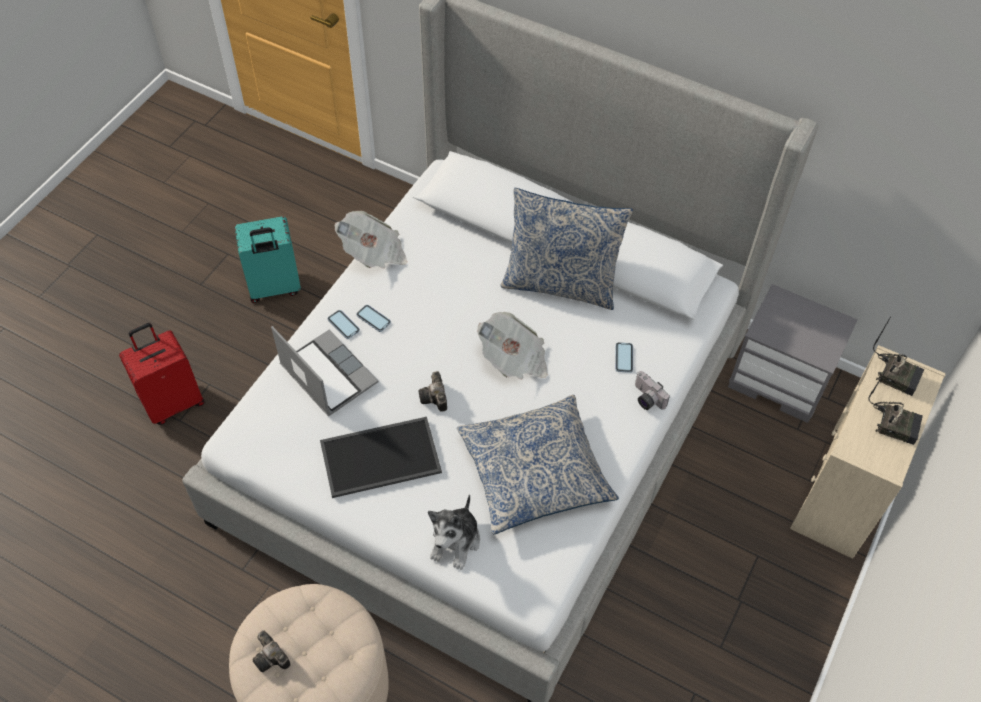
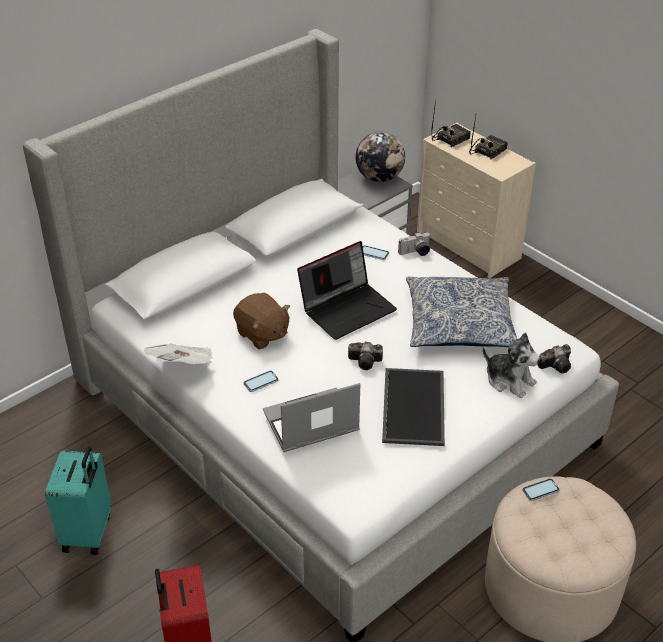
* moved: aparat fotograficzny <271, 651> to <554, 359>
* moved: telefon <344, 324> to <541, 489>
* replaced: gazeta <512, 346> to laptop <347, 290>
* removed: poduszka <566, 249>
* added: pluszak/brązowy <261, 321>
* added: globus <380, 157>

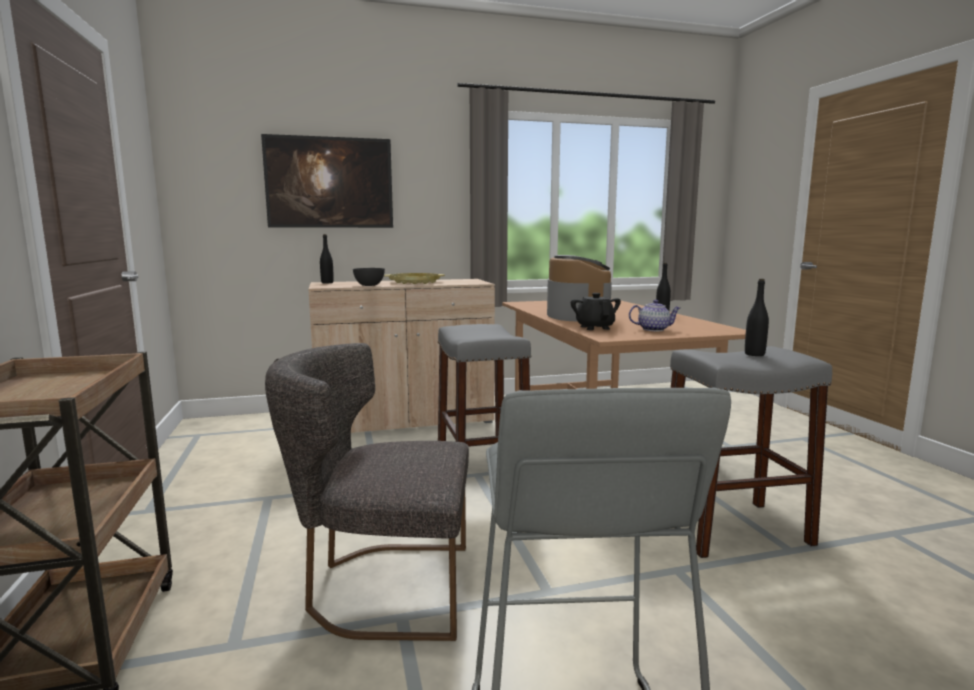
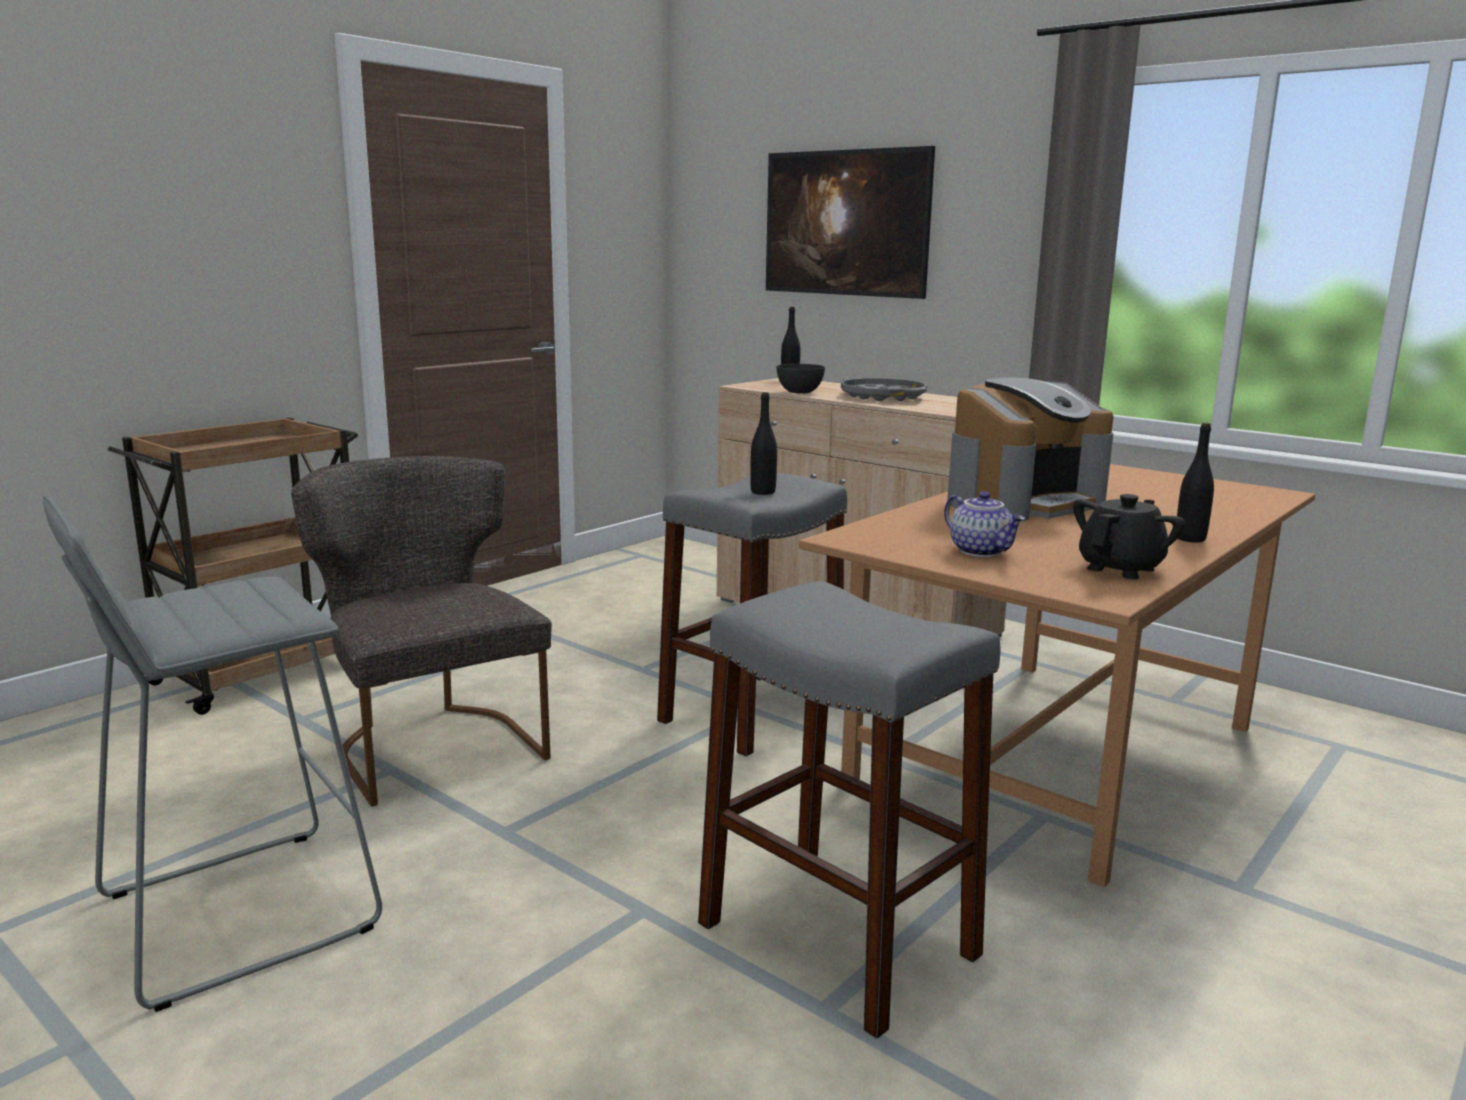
* recoloured: taca/żółty <414, 278> to taca/szary <884, 389>
* moved: imbryk/czarny <596, 311> to <1129, 536>
* moved: butelka/czarny <757, 317> to <763, 443>

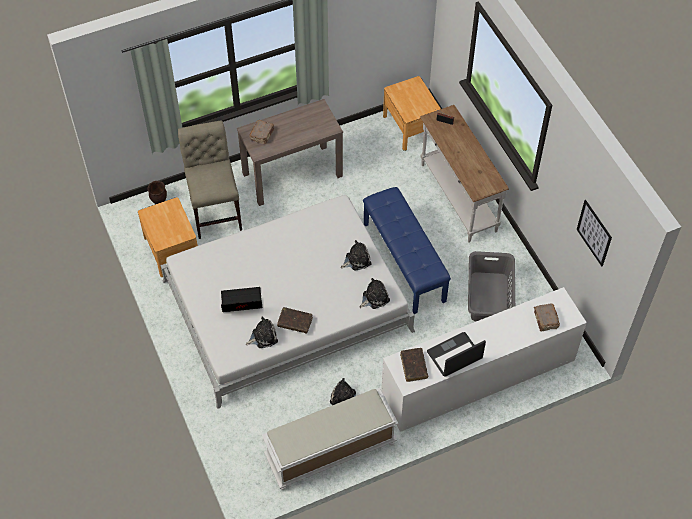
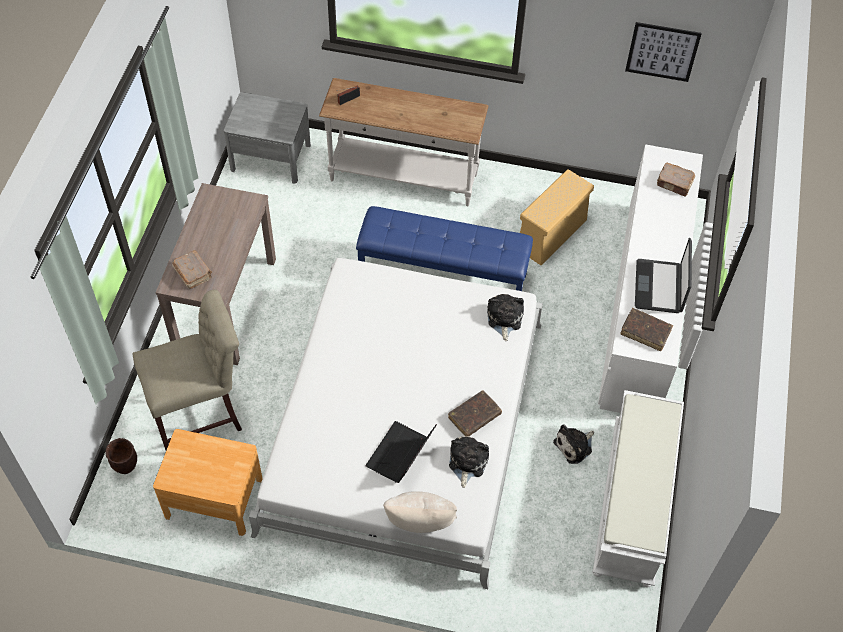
* turned: krzesło/beżowy <210, 180> = <187, 369> 135 degrees clockwise
* removed: pluszak <356, 255>
* recoloured: szafka nocna/brązowy <412, 113> to szafka nocna/szary <267, 137>
* replaced: kosz na pranie/szary <491, 286> to pojemnik do przechowywania/beżowy <557, 217>
* added: poduszka/beżowy <420, 512>

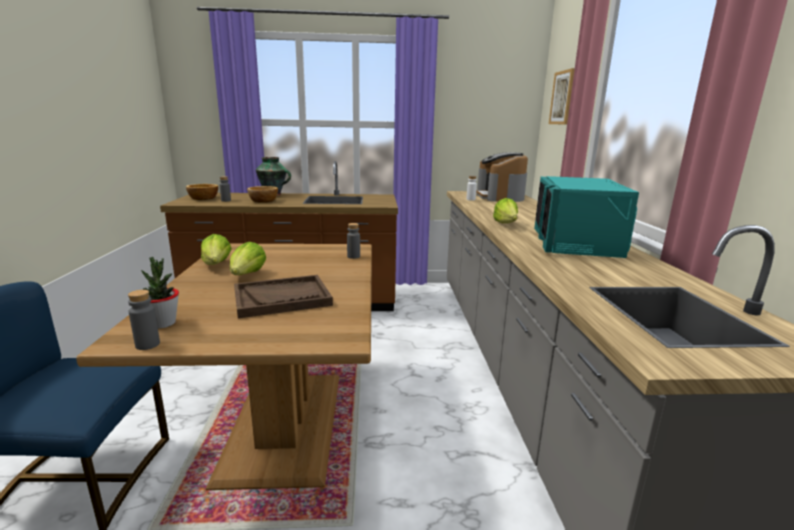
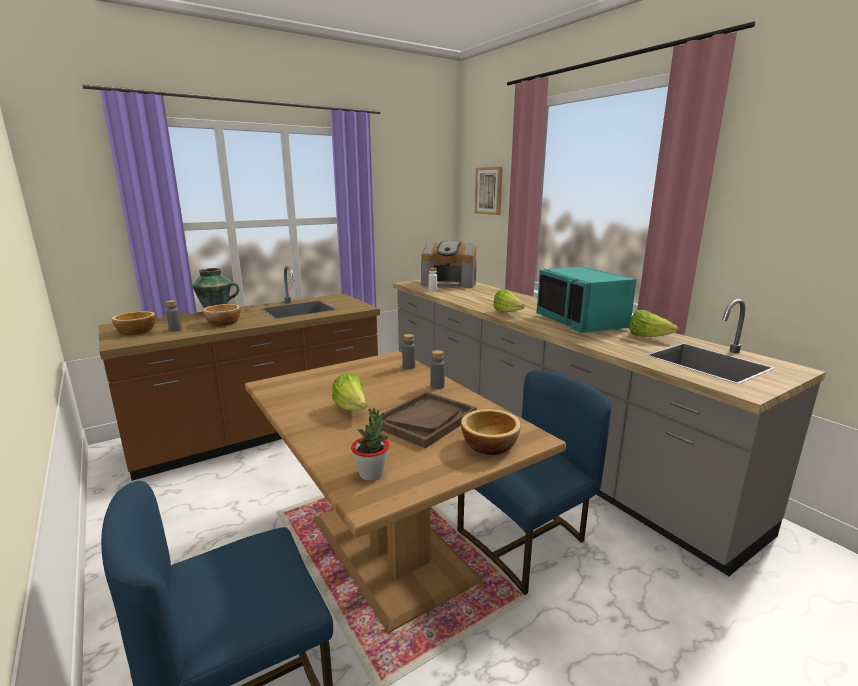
* moved: butelka/szary <144, 320> to <438, 369>
* moved: sałata <216, 249> to <654, 323>
* turned: ekspres do kawy <502, 177> = <449, 264> 45 degrees counterclockwise
* added: krzesło/niebieski <534, 482>
* added: miska <491, 432>

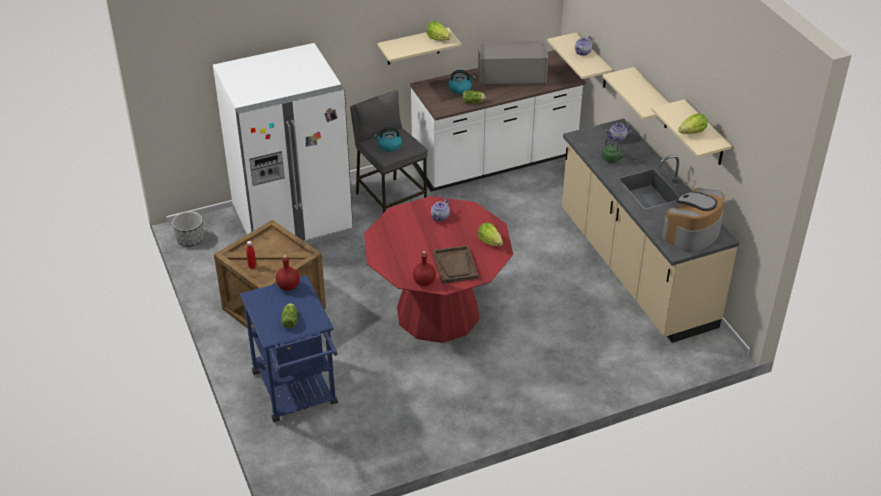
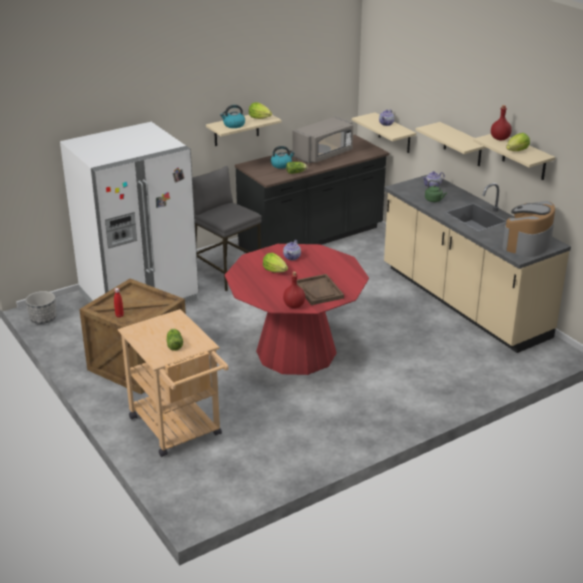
* recoloured: wózek/niebieski <289, 348> to wózek/beżowy <173, 383>
* moved: butelka/czerwony <288, 273> to <501, 123>
* moved: czajnik <388, 139> to <232, 116>
* recoloured: zabudowa kuchenna/biały <498, 121> to zabudowa kuchenna/czarny <312, 193>
* turned: mikrofalówka/szary <513, 63> = <322, 139> 150 degrees clockwise
* moved: sałata <490, 234> to <275, 263>

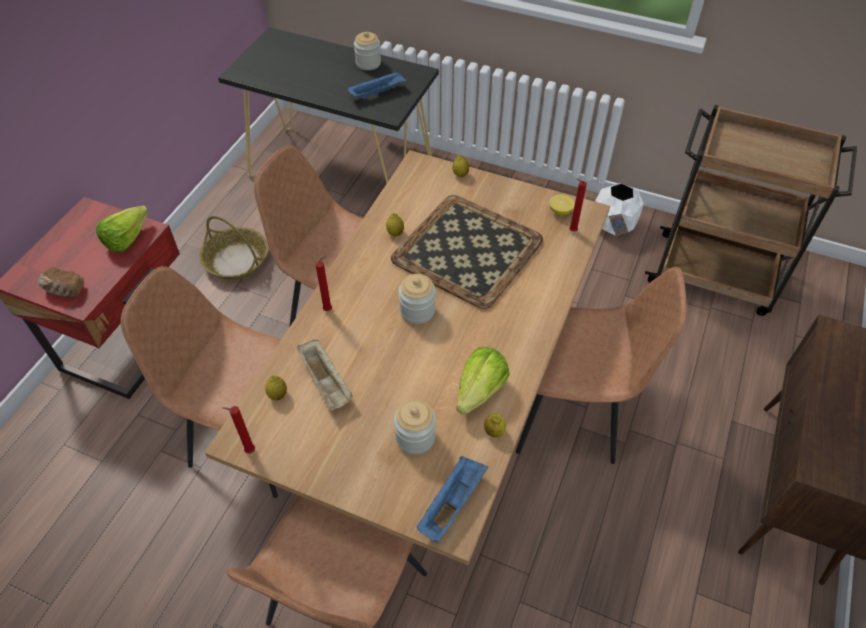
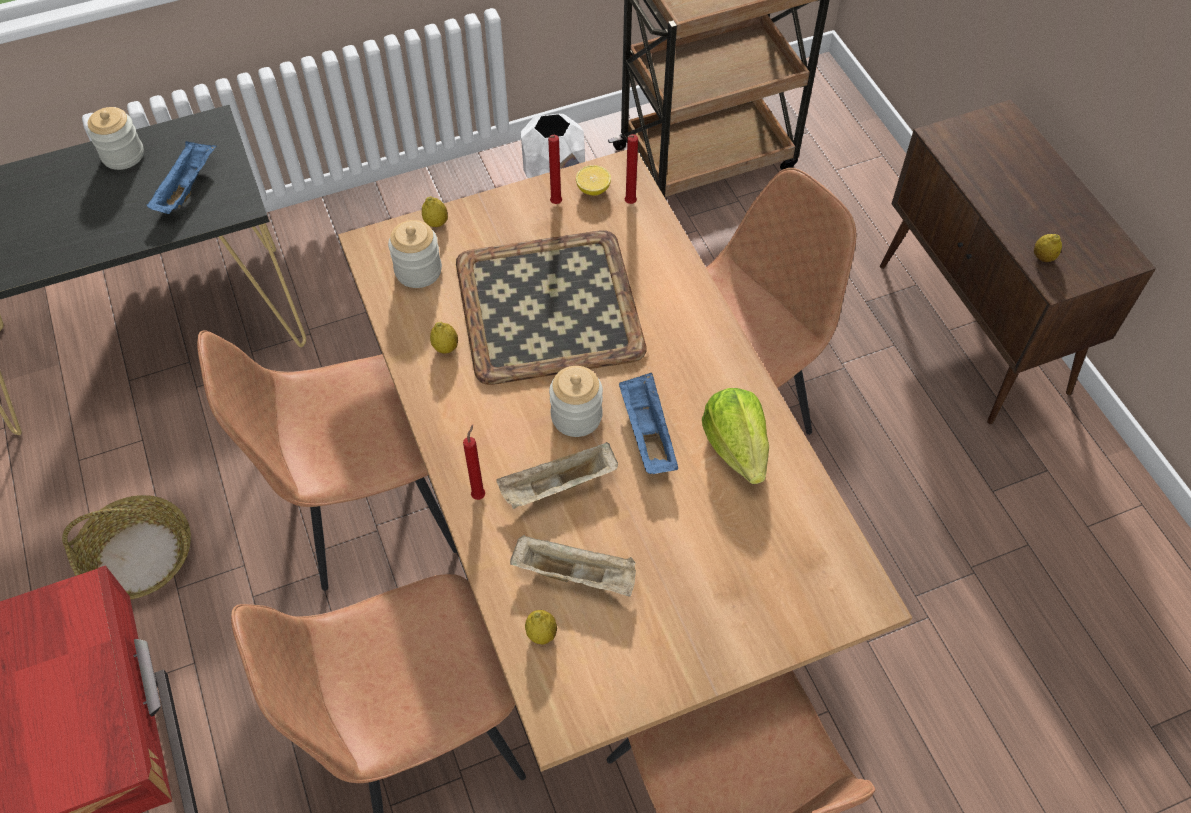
* removed: chleb <61, 282>
* removed: sałata <122, 229>
* moved: świeca/czerwony <238, 430> to <555, 169>
* moved: słoik <415, 427> to <415, 254>
* moved: taca/niebieski <452, 499> to <648, 423>
* moved: cytryna <495, 425> to <1048, 248>
* added: taca/beżowy <557, 475>

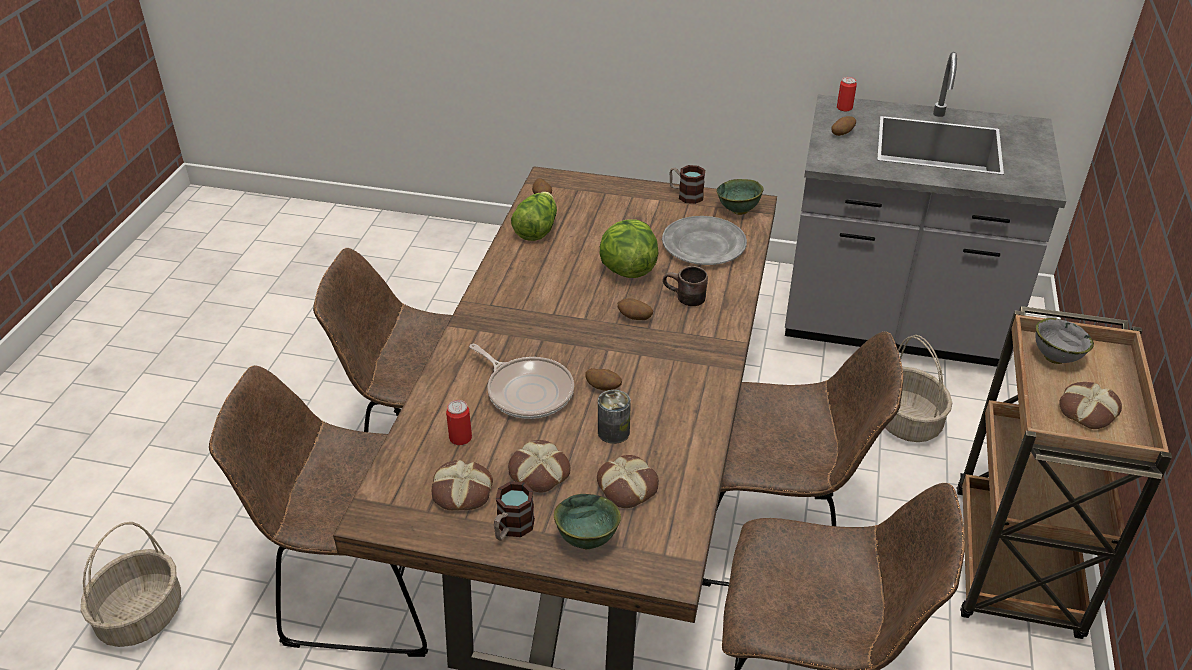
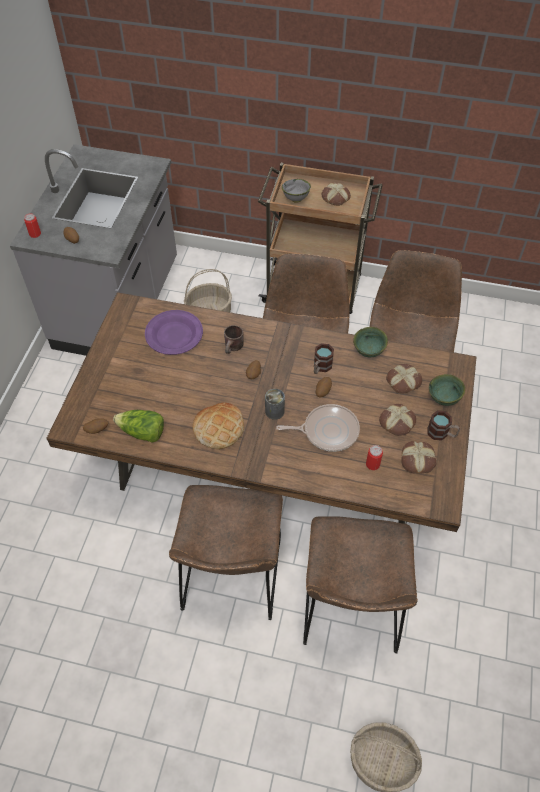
* turned: patelnia <521, 381> = <318, 428> 45 degrees clockwise
* moved: puszka <614, 417> to <275, 404>
* removed: sałata <629, 248>
* recoloured: talerz/szary <704, 240> to talerz/fioletowy <174, 332>
* moved: kubek <687, 184> to <324, 358>
* moved: miska/zielony <740, 197> to <370, 342>
* added: chleb <218, 426>

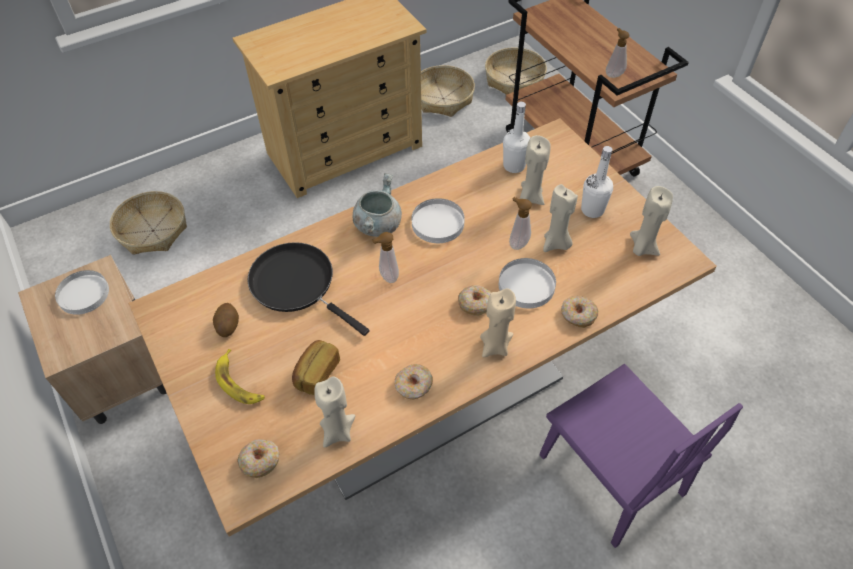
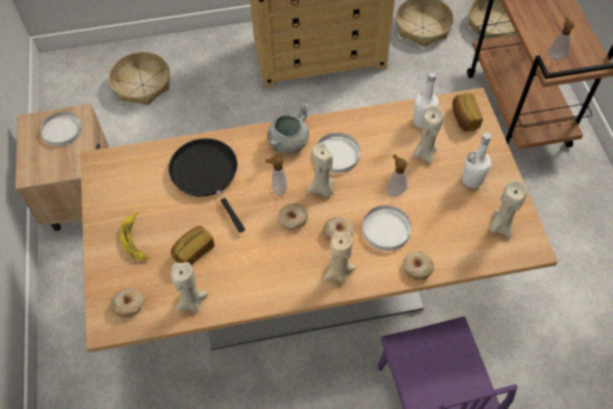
* removed: ziemniak <226, 320>
* moved: donut <414, 381> to <293, 216>
* moved: świeca/beżowy <560, 218> to <321, 170>
* added: chleb <467, 112>

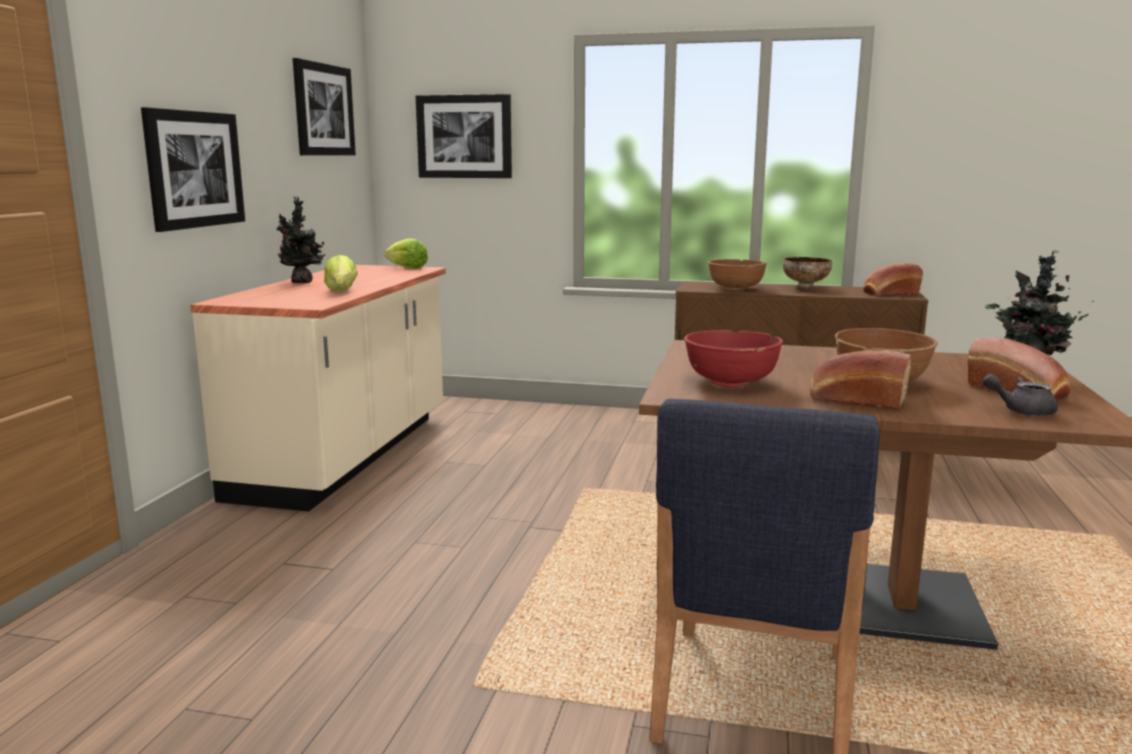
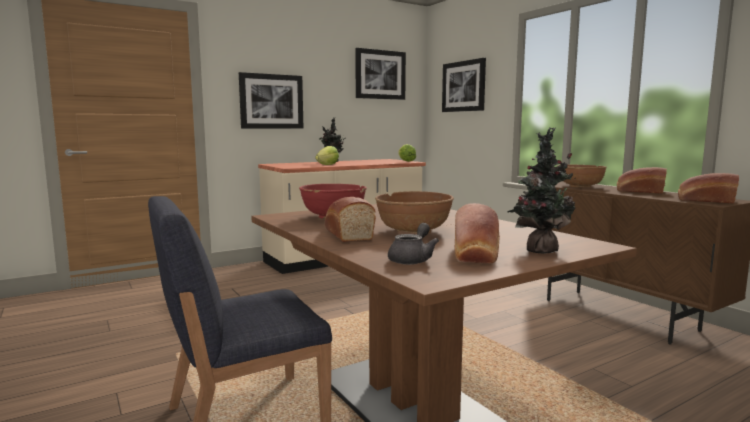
* replaced: miska <807, 273> to chleb <642, 180>
* turned: imbryk/szary <1020, 395> = <413, 244> 60 degrees clockwise

